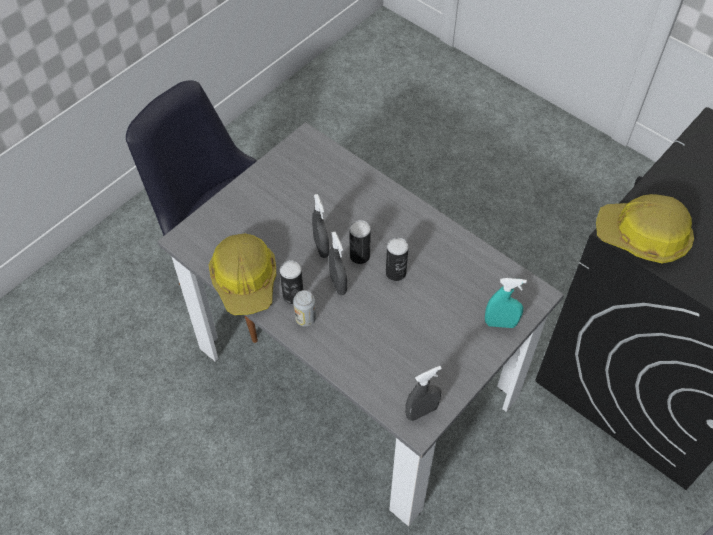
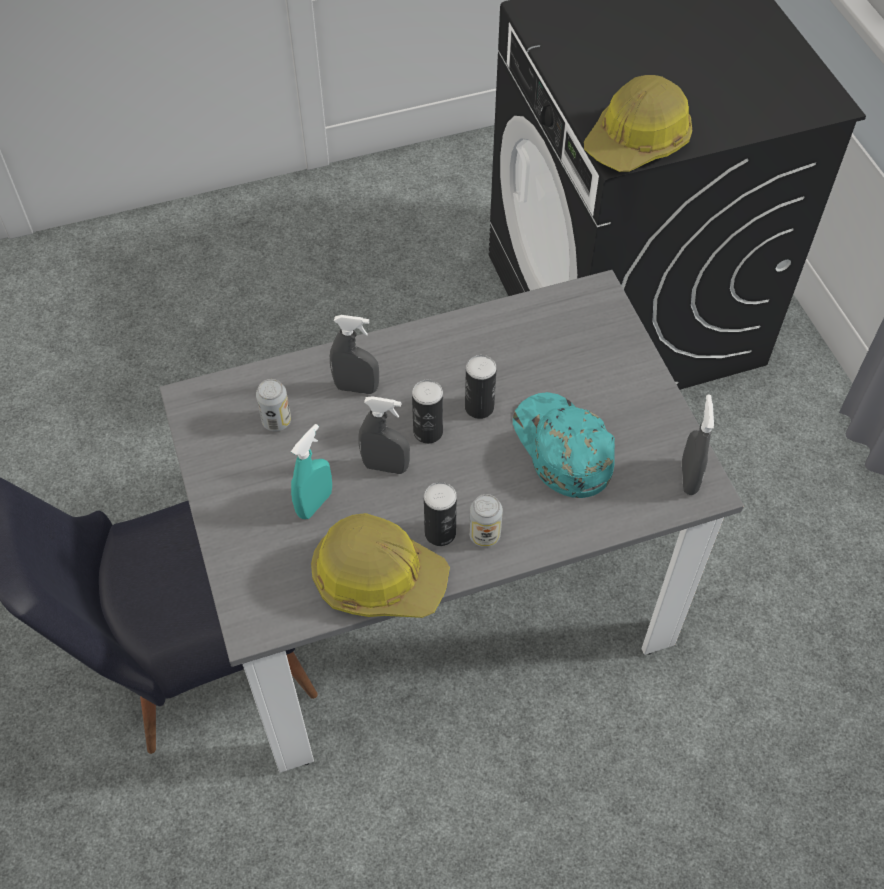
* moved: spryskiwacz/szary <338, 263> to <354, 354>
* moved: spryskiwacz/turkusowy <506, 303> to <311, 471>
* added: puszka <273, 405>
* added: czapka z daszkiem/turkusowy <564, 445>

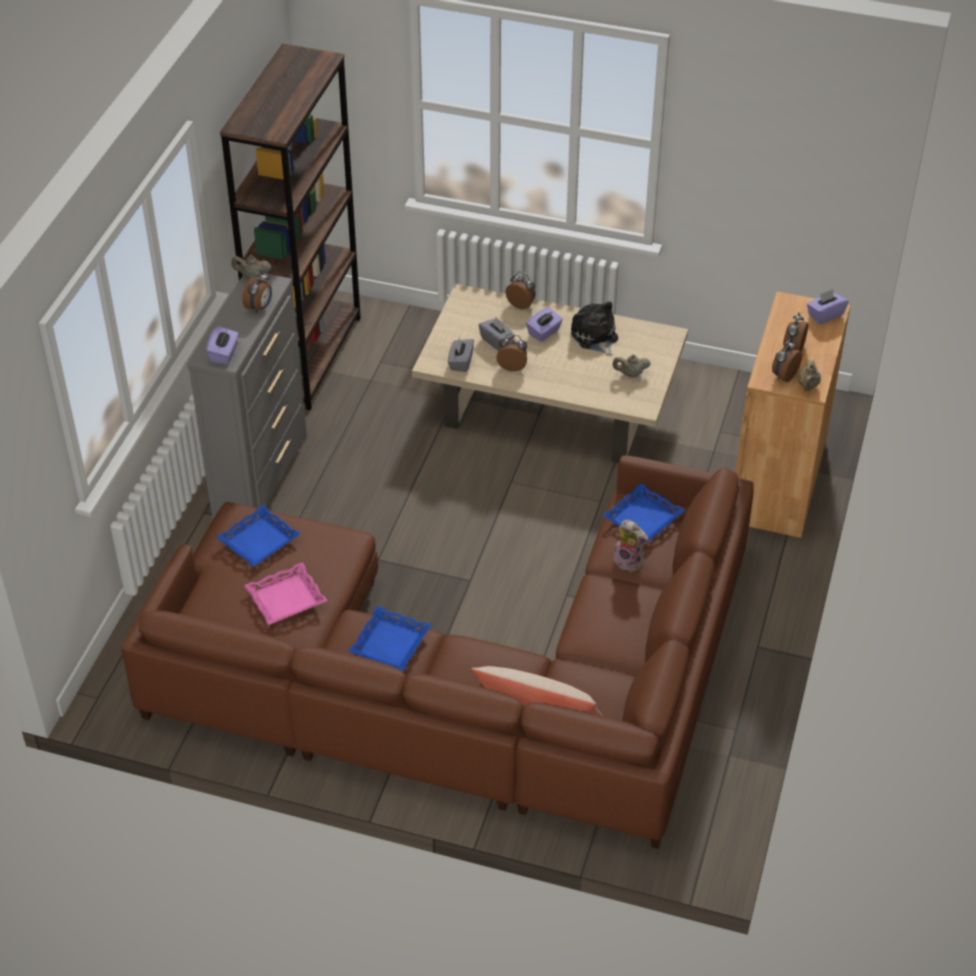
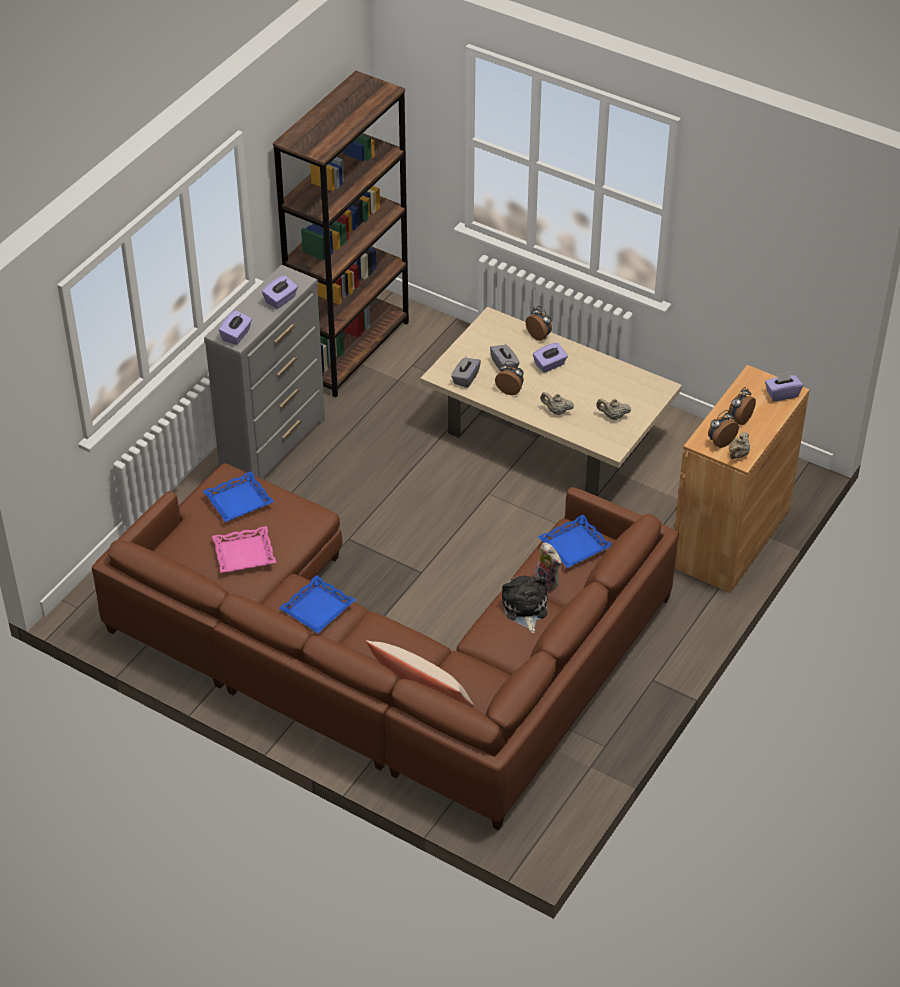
* moved: imbryk/beżowy <251, 267> to <557, 403>
* replaced: budzik <257, 292> to pudełko chusteczek/fioletowy <280, 292>
* moved: pluszak <594, 328> to <525, 604>

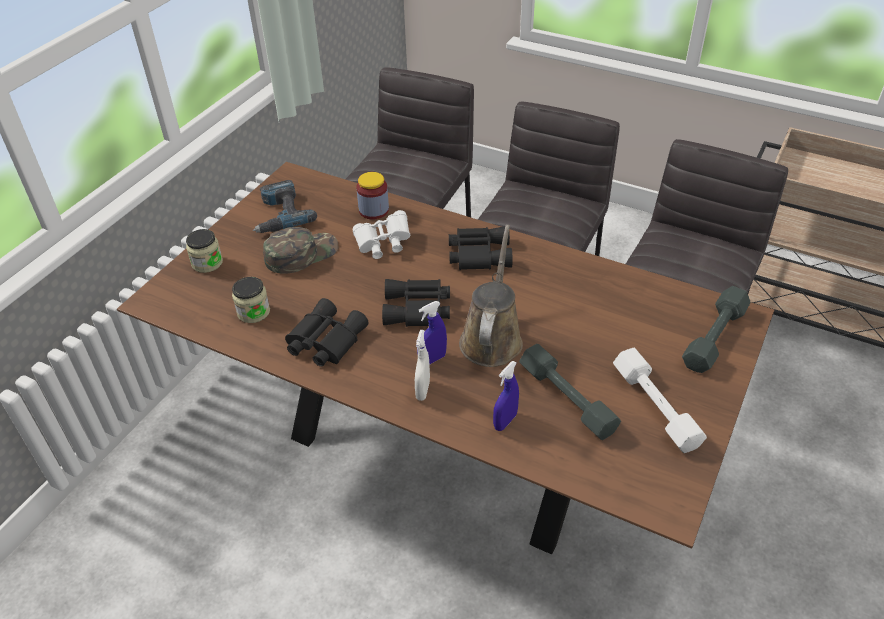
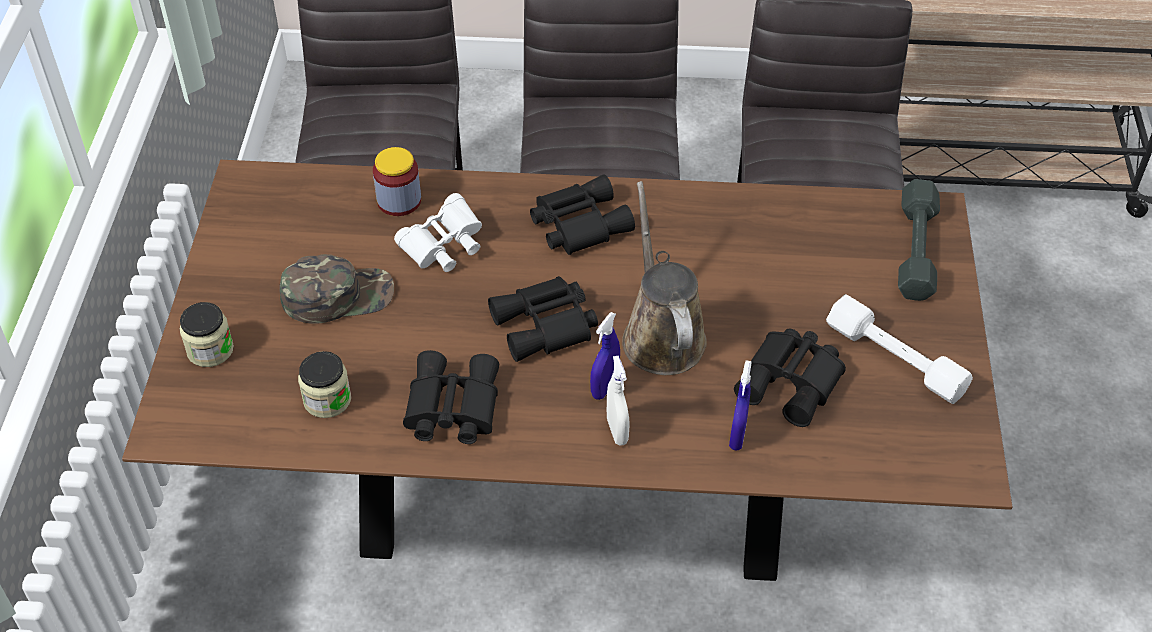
* removed: wiertarka <285, 206>
* turned: czapka z daszkiem/zielony <301, 250> = <336, 289> 45 degrees clockwise
* replaced: hantel/szary <570, 392> to lornetka/czarny <790, 377>

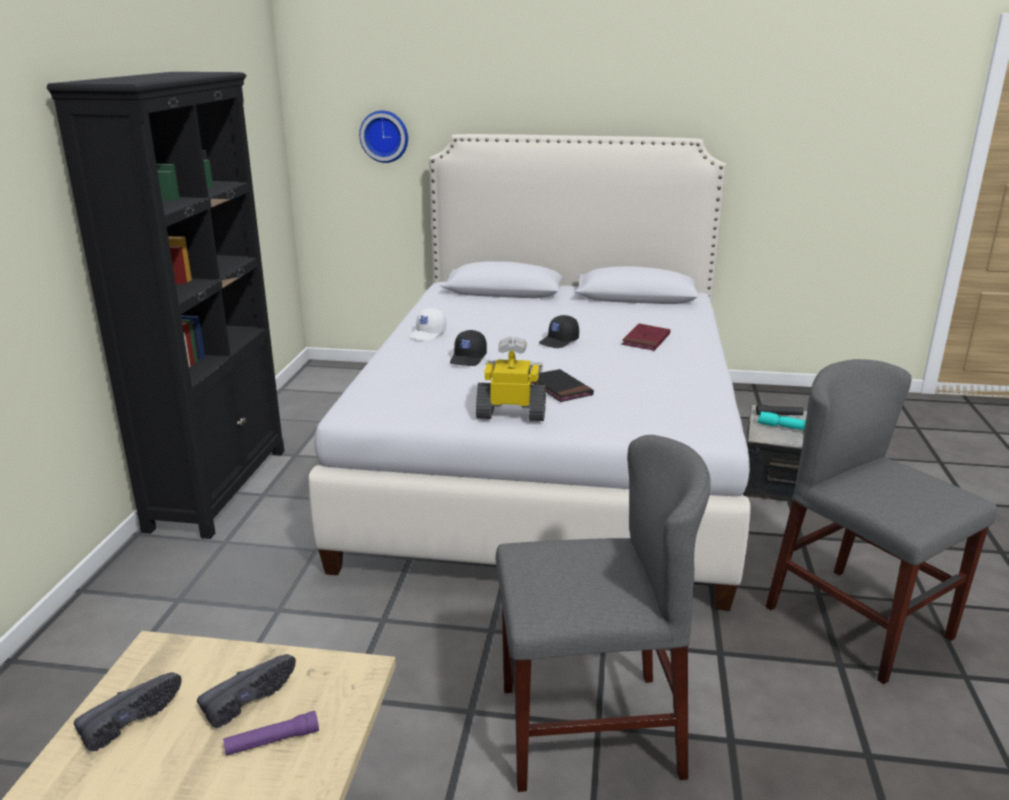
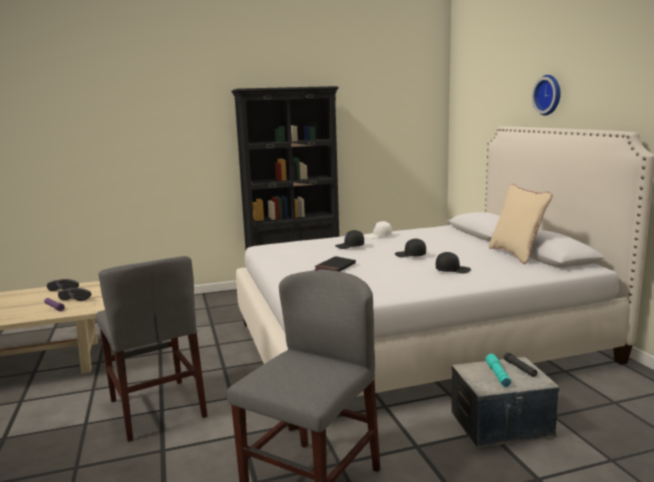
* moved: zegar ścienny <383, 136> to <546, 95>
* removed: robot zabawkowy <511, 378>
* replaced: książka/czerwony <646, 337> to czapka z daszkiem/czarny <453, 262>
* added: poduszka/beżowy <520, 224>

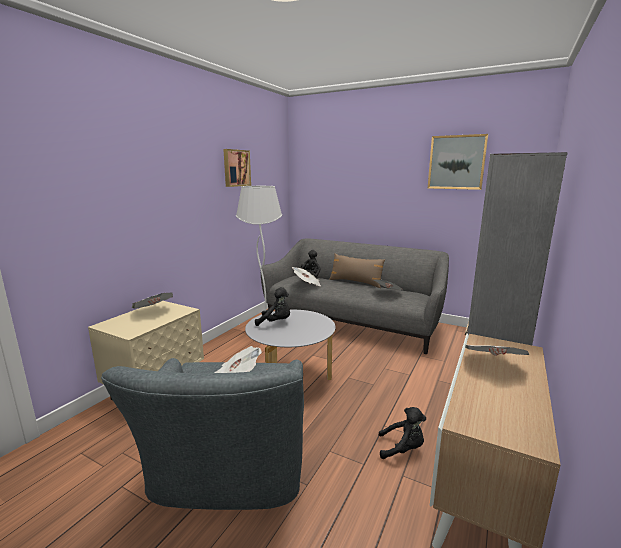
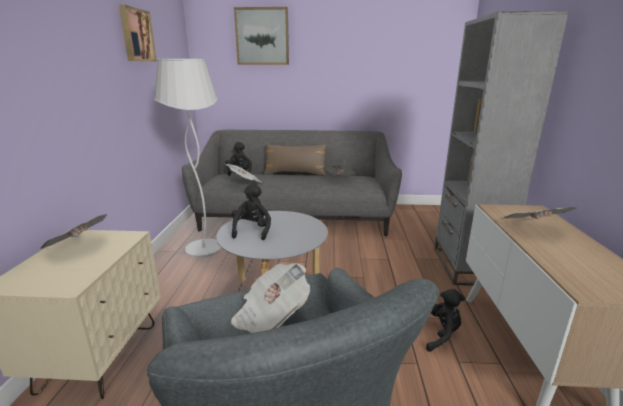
* turned: pluszak/czarny <272, 306> = <251, 211> 75 degrees counterclockwise
* moved: obraz <457, 162> to <261, 36>

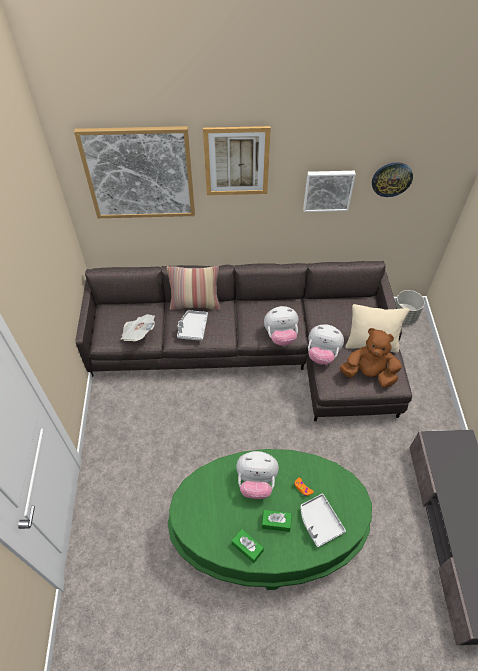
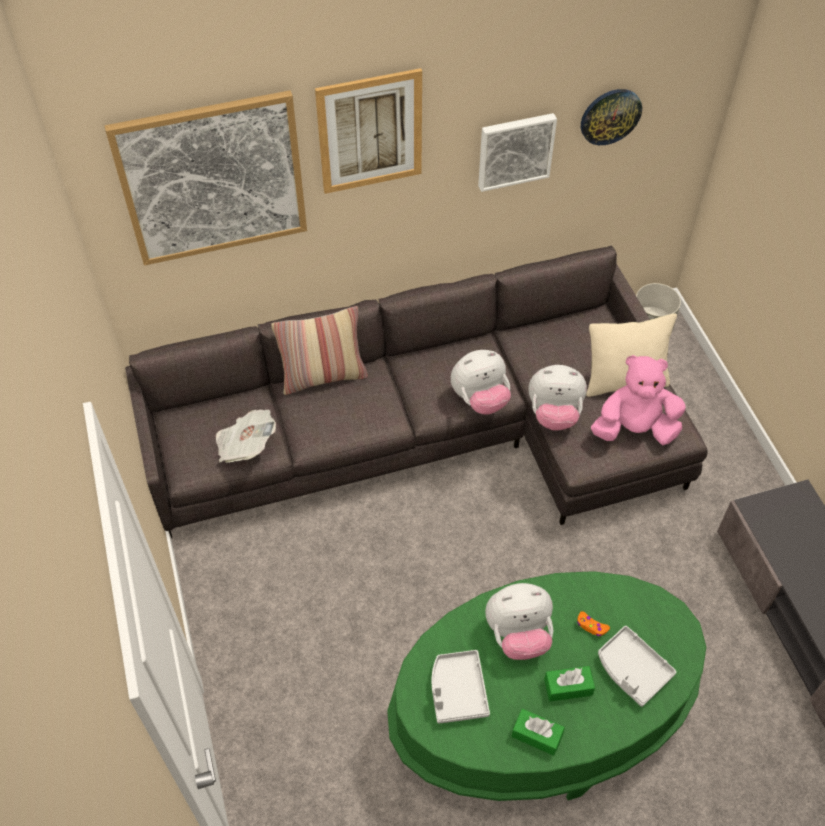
* moved: taca/szary <192, 325> to <461, 687>
* recoloured: pluszak/brązowy <371, 358> to pluszak/różowy <638, 400>

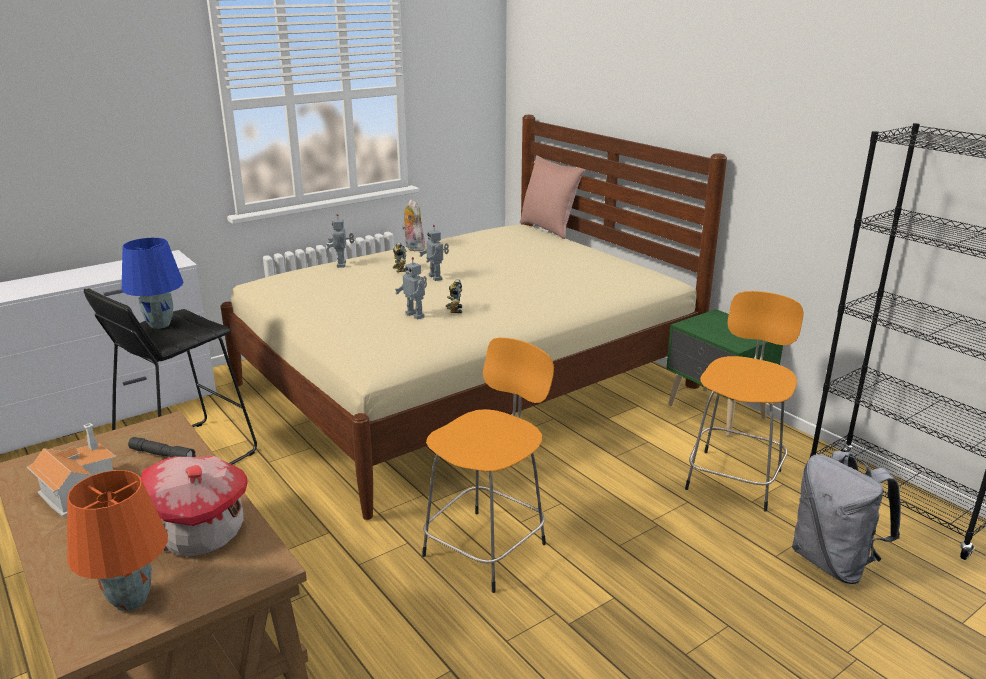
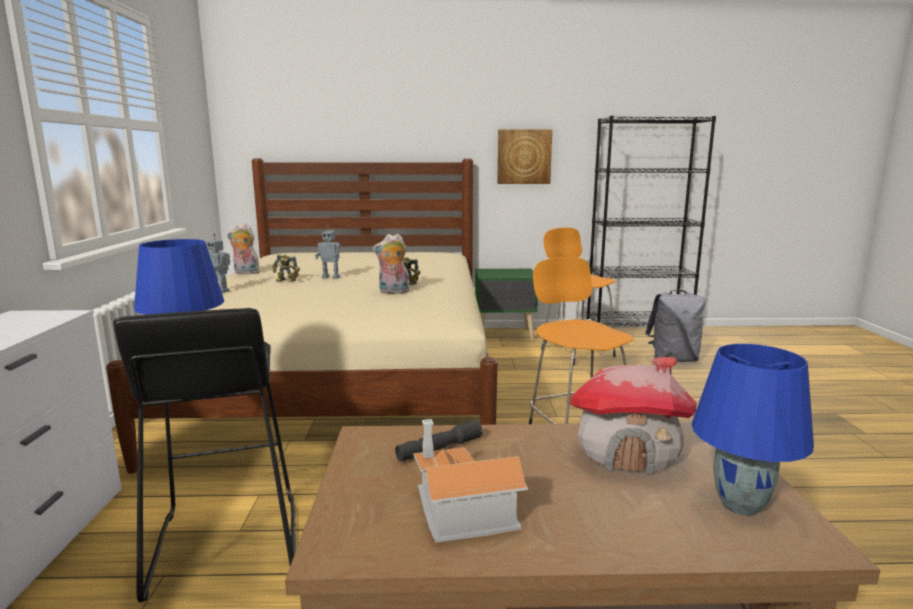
* recoloured: lampa stołowa/pomarańczowy <117, 540> to lampa stołowa/niebieski <753, 430>
* replaced: robot zabawkowy <411, 288> to pluszak <391, 264>
* removed: poduszka/różowy <553, 197>
* added: obraz <524, 156>

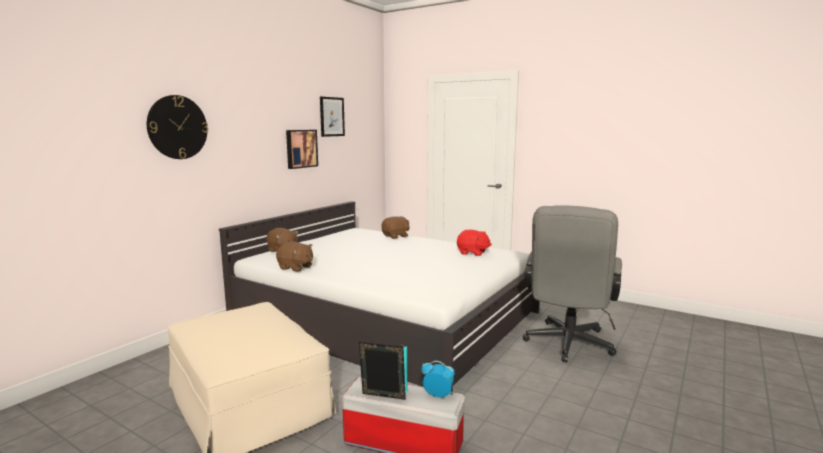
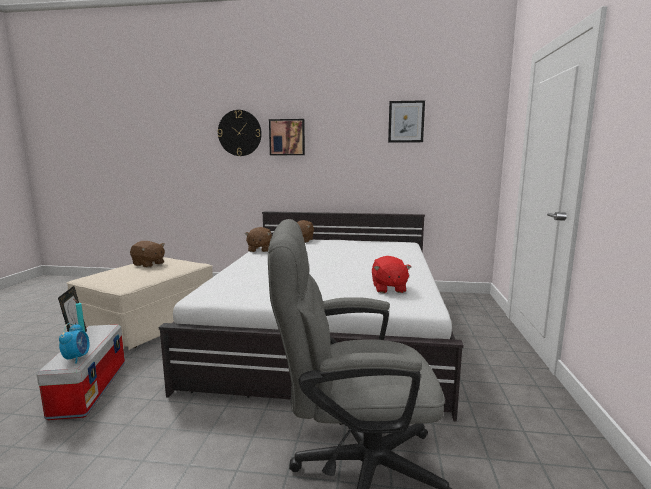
* moved: obraz <302, 149> to <287, 137>
* moved: pluszak/brązowy <395, 227> to <147, 254>

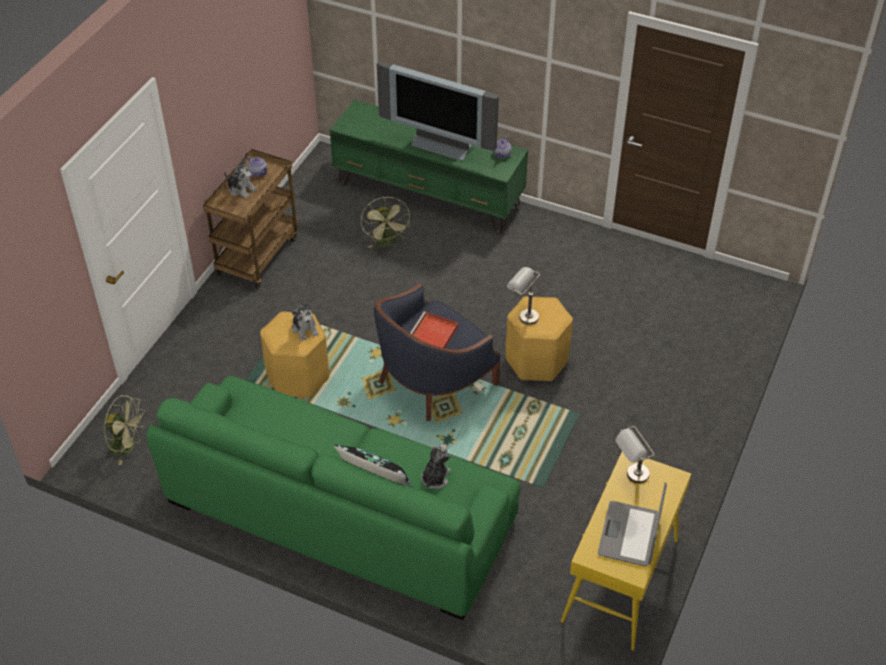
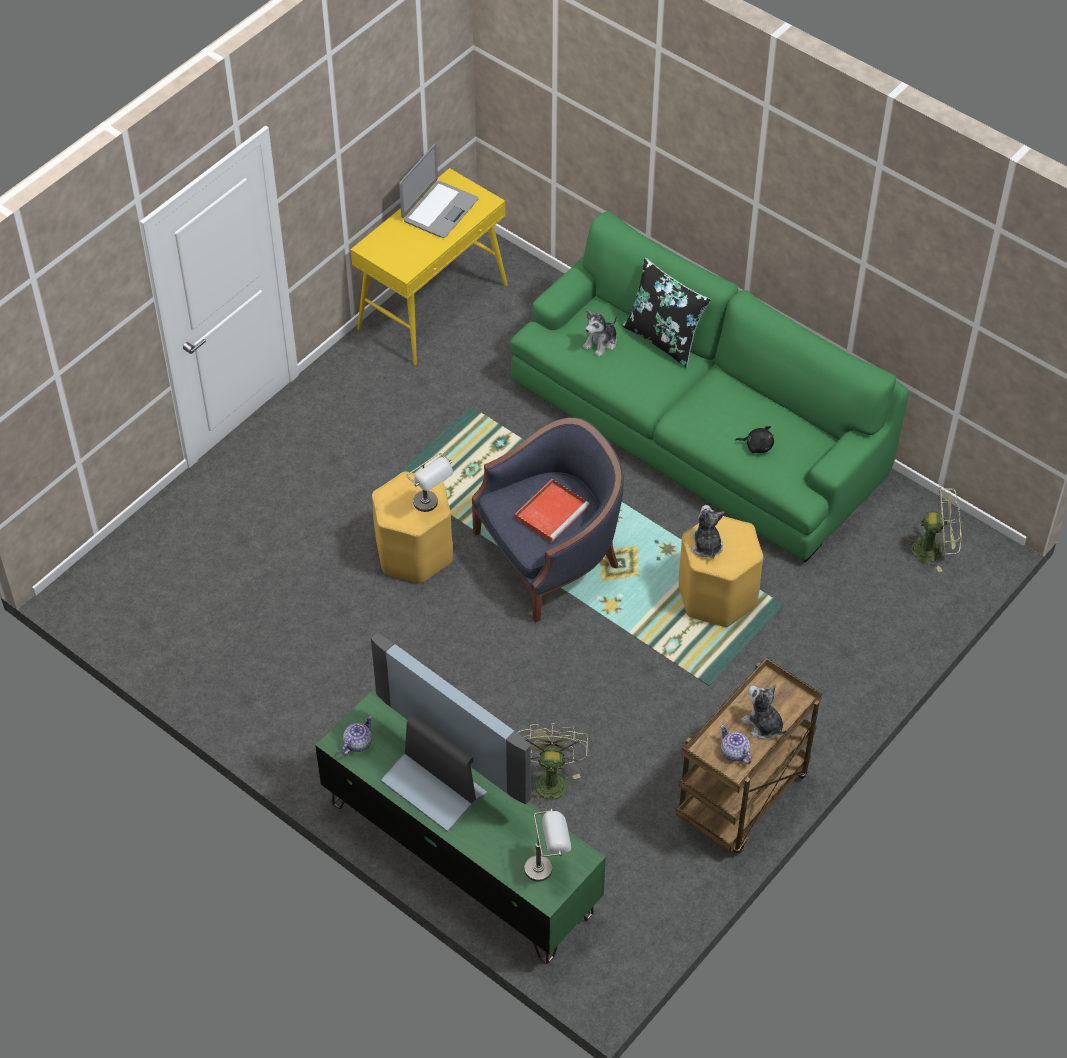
* turned: wentylator/zielony <124, 430> = <931, 529> 150 degrees clockwise
* moved: lampa stołowa/szary <635, 454> to <548, 845>
* added: pluszak/czarny <754, 439>

